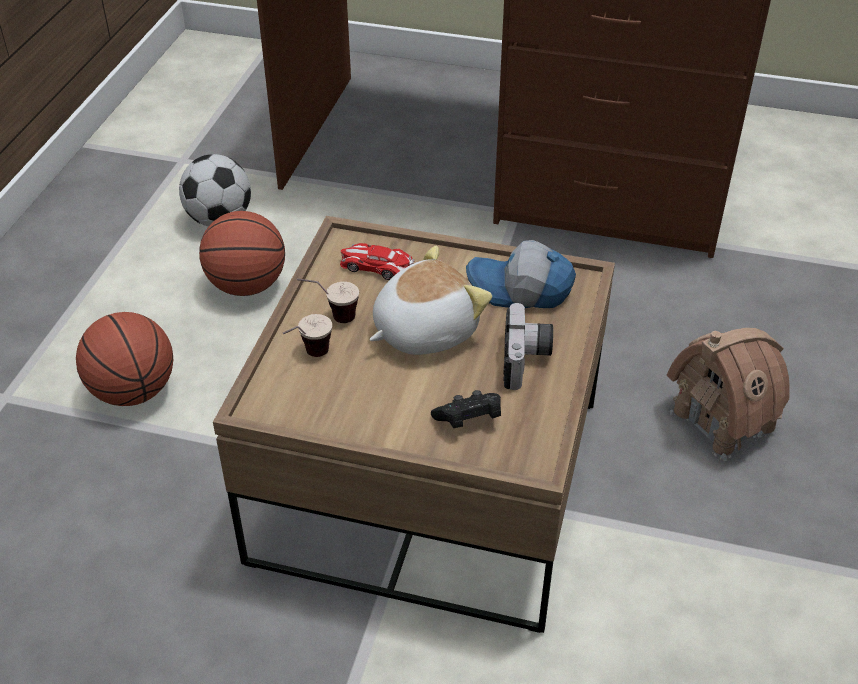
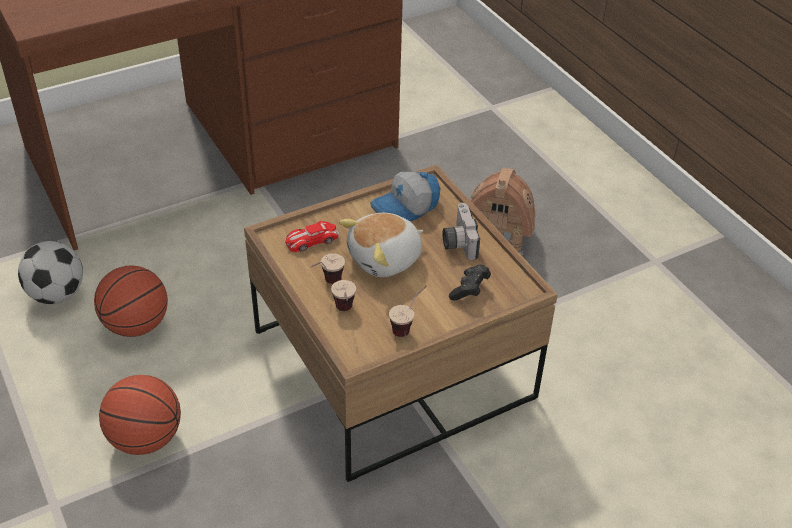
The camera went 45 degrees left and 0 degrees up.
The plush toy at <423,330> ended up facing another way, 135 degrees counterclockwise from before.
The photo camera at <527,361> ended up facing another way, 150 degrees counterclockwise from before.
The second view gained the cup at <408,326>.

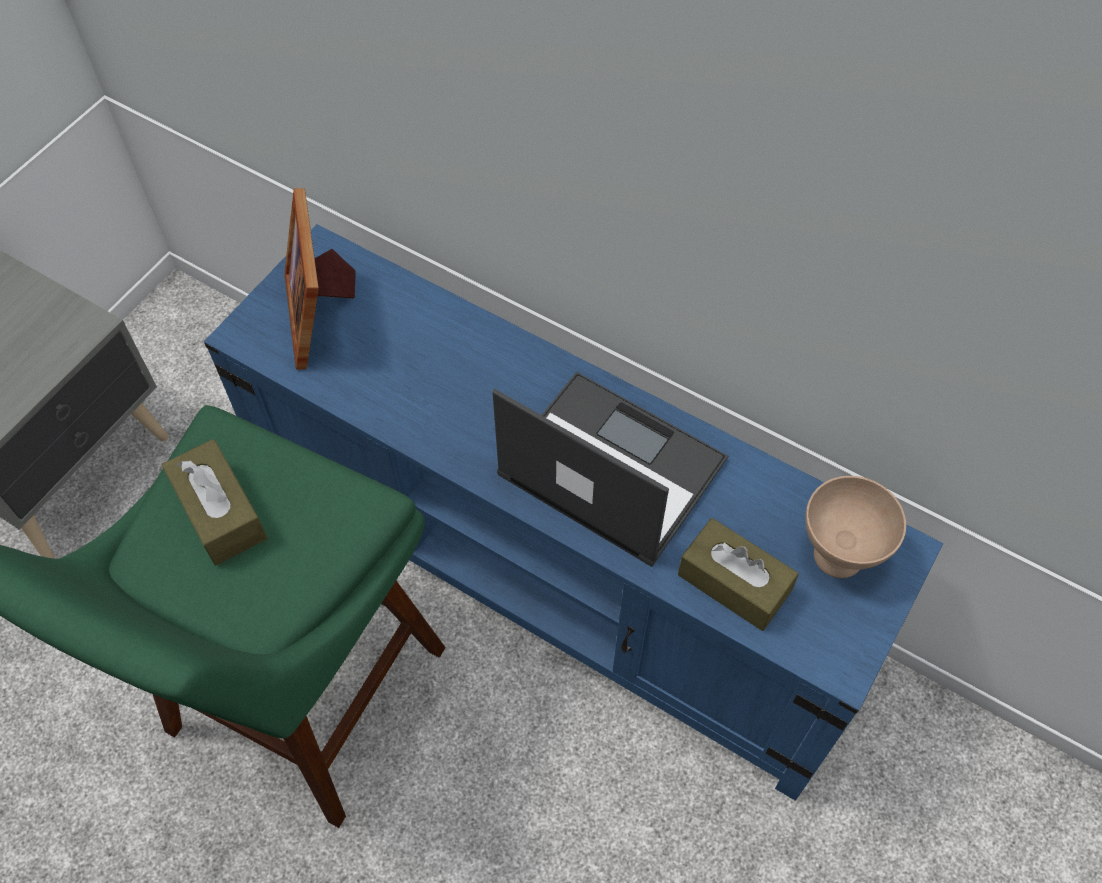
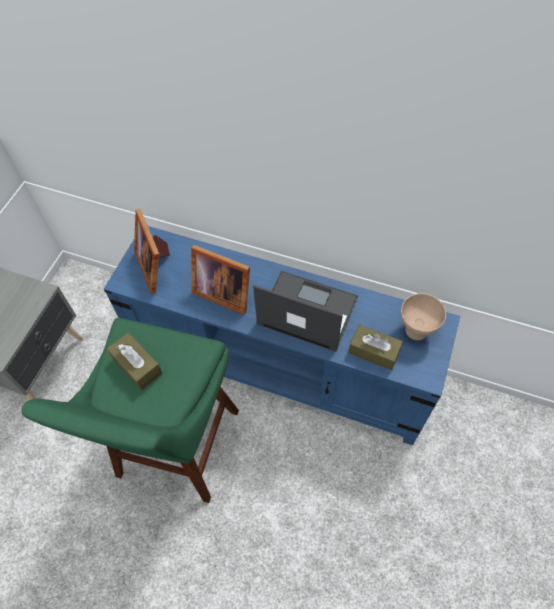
The camera went 10 degrees left and 0 degrees up.
The second view gained the picture frame at <222,291>.

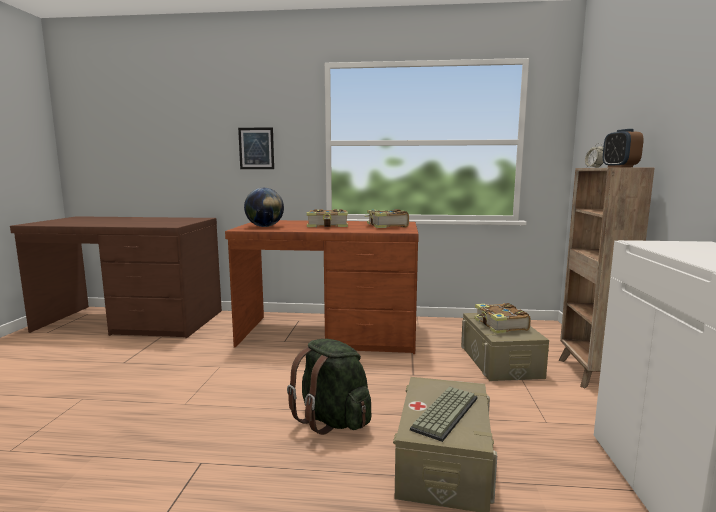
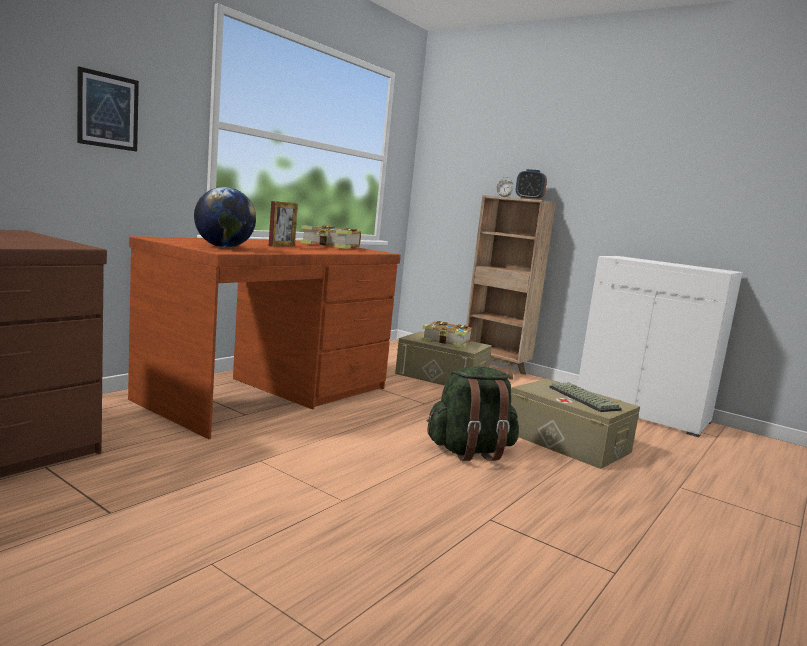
The camera went 60 degrees left and 0 degrees up.
Where the book stood at <328,226>, the picture frame came to stand at <281,246>.

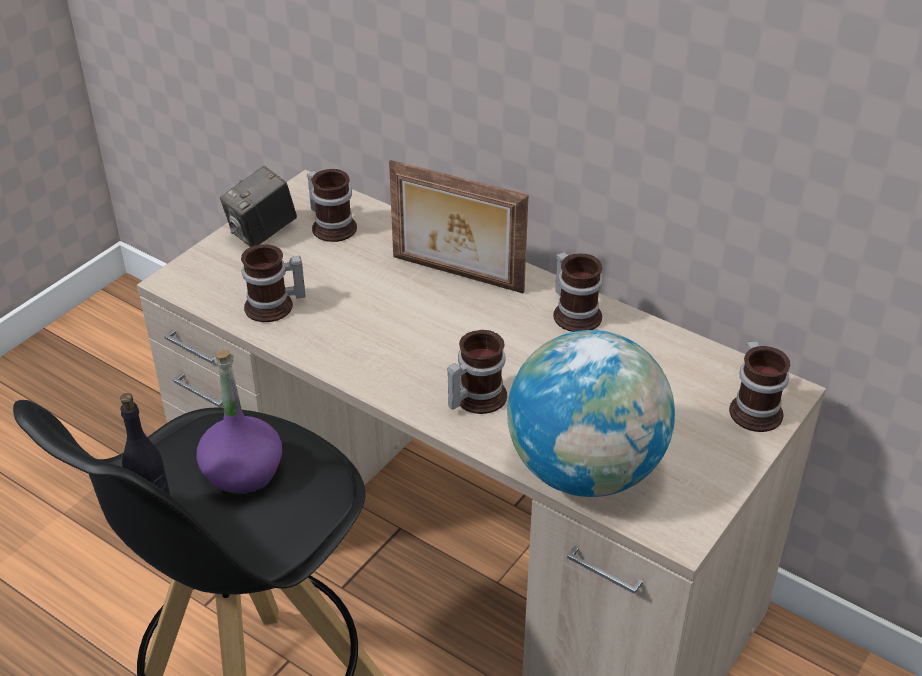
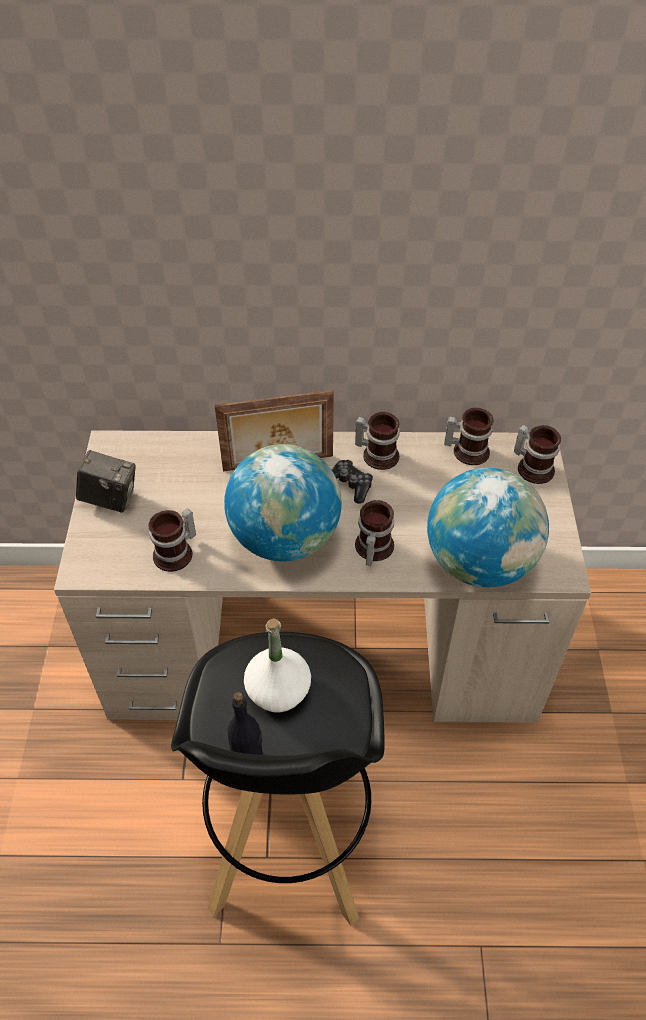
The camera went 35 degrees left and 10 degrees up.
The photo camera at <262,233> ended up facing another way, 90 degrees counterclockwise from before.
The mug ended up elsewhere, having gone from <333,225> to <467,450>.
What was the purple bottle at <242,473> turned into the white bottle at <278,690>.
The second view gained the globe at <285,538>.
The second view gained the game controller at <350,485>.

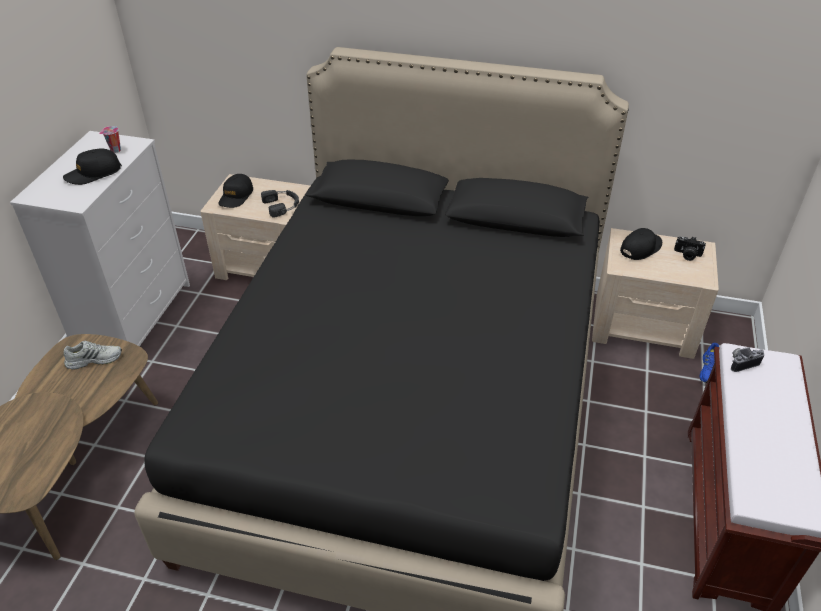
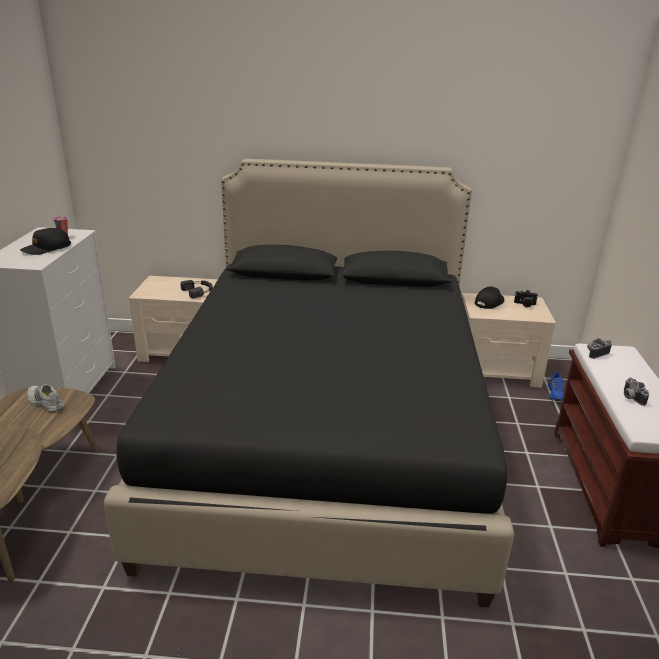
The camera went 10 degrees left and 15 degrees down.
The second view lost the black cap at <236,196>.
The white shoe at <94,359> ended up facing another way, 120 degrees counterclockwise from before.
The second view gained the photo camera at <630,397>.

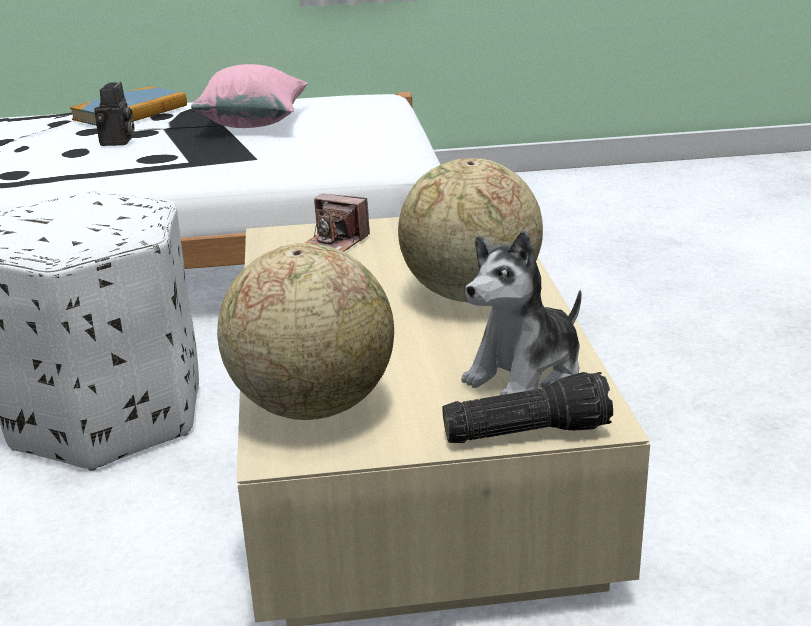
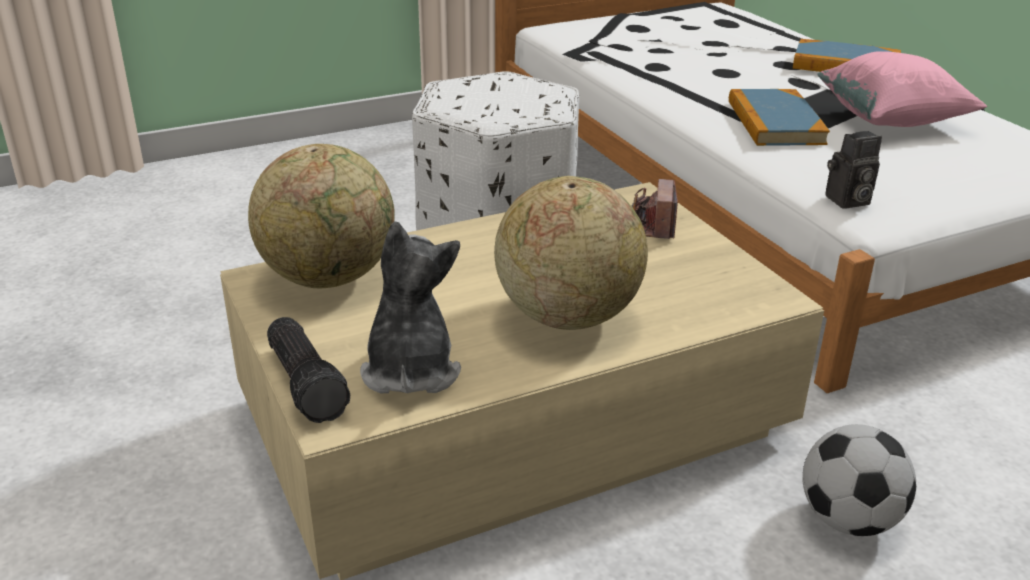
The camera went 70 degrees right and 5 degrees up.
The photo camera ended up elsewhere, having gone from <118,142> to <847,201>.
The plush toy at <526,375> ended up facing another way, 60 degrees clockwise from before.
The second view gained the book at <775,123>.
The second view gained the football at <847,519>.

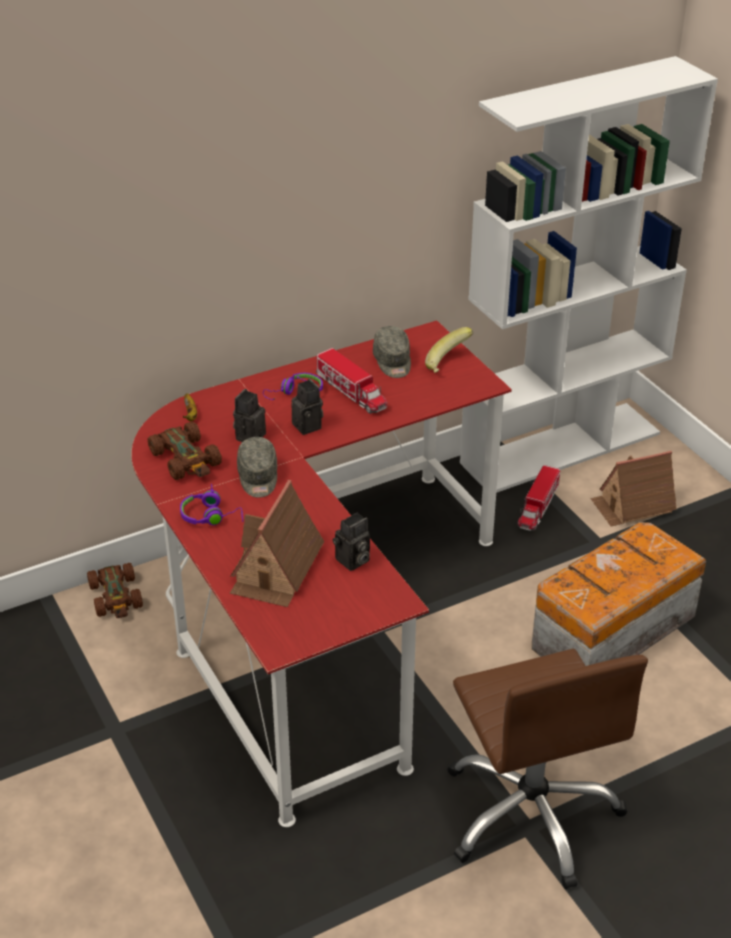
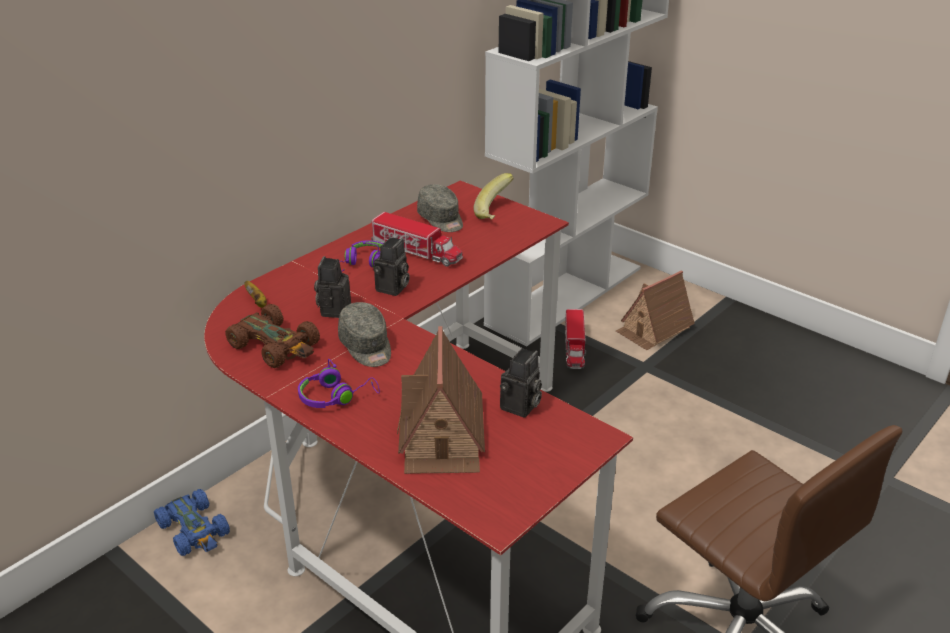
The camera went 20 degrees left and 5 degrees down.
The photo camera at <309,426> ended up facing another way, 75 degrees clockwise from before.
The second view lost the storage box at <609,632>.
What was the brown toy car at <116,597> turned into the blue toy car at <194,530>.

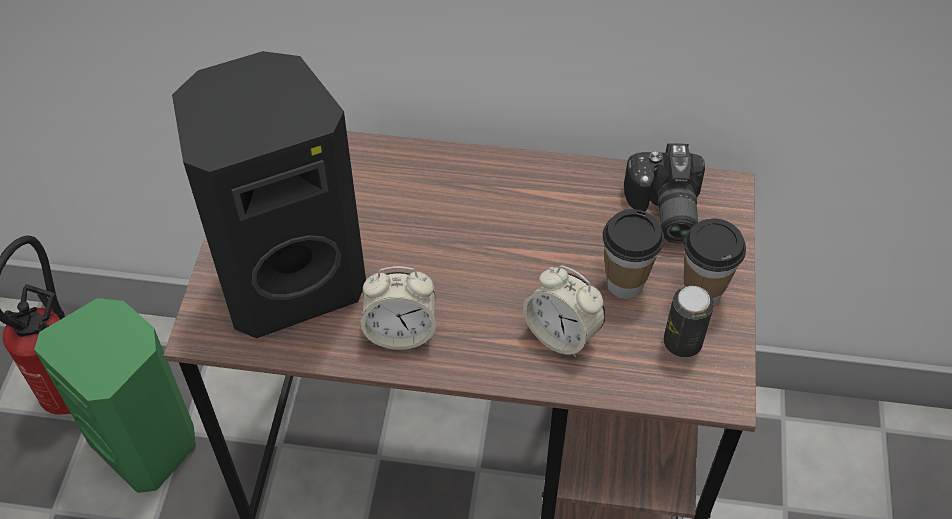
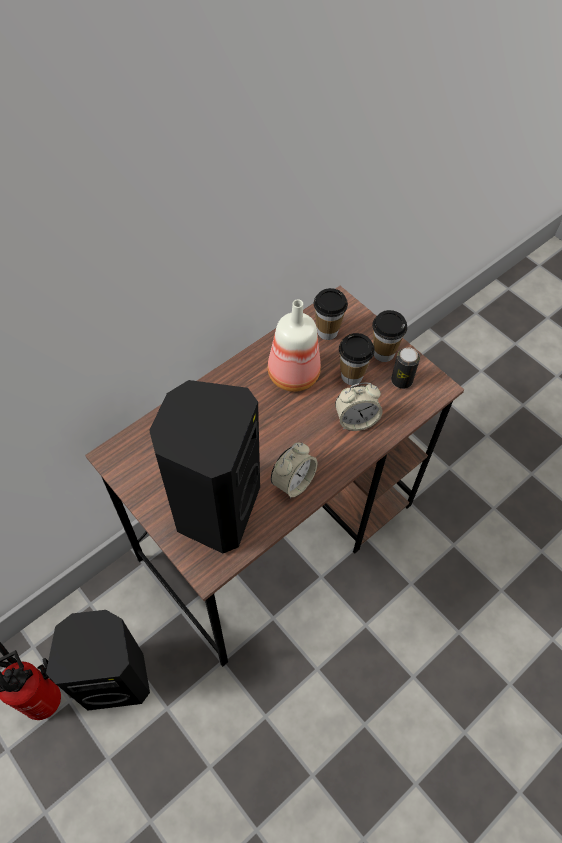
The camera went 50 degrees left and 5 degrees up.
Where the photo camera stood at <663,211>, the cup came to stand at <327,332>.
What was the green speaker at <148,442> turned into the black speaker at <115,677>.
The second view gained the bottle at <292,375>.

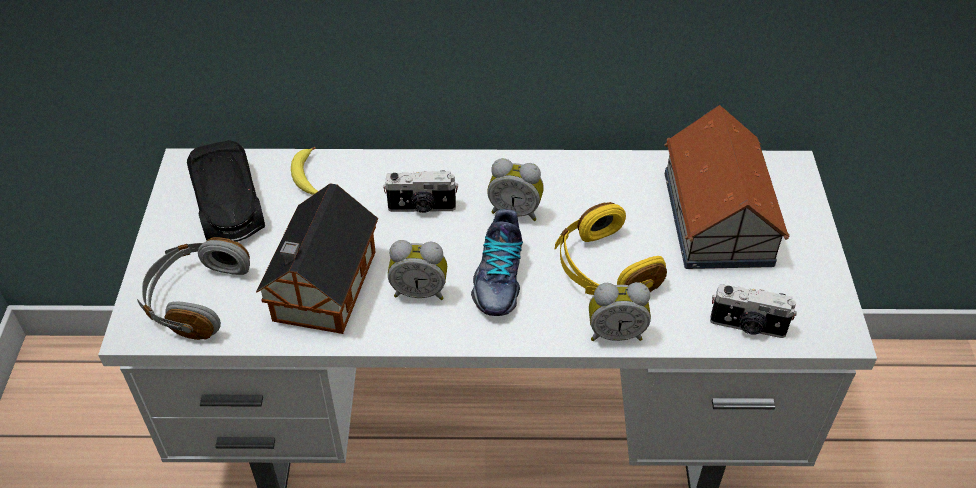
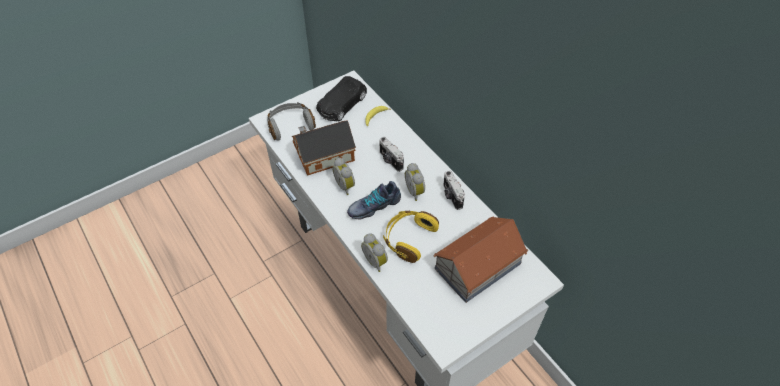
The camera went 55 degrees right and 5 degrees up.
The photo camera ended up elsewhere, having gone from <747,326> to <451,196>.

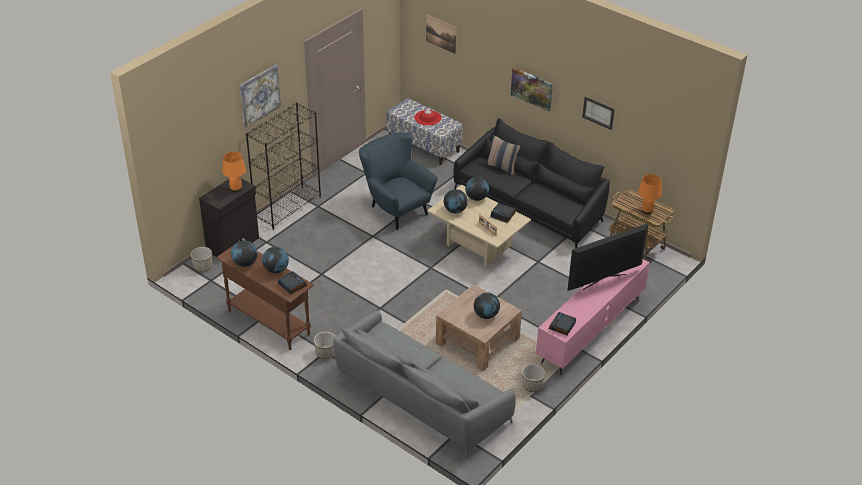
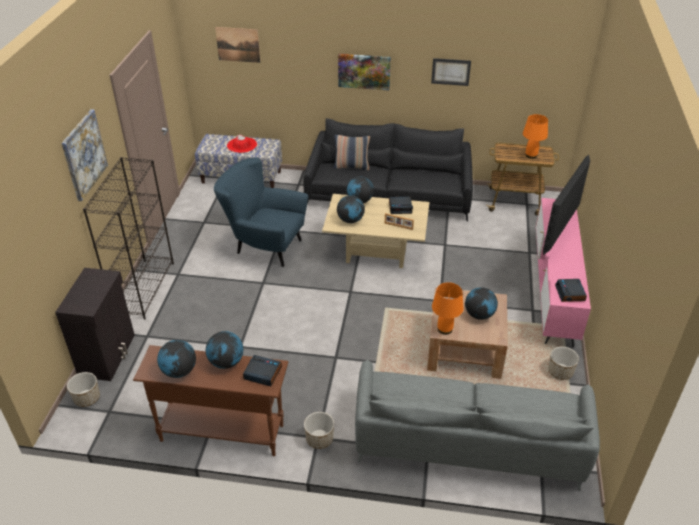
The camera went 30 degrees left and 0 degrees up.
The orange table lamp ended up elsewhere, having gone from <236,188> to <445,329>.

